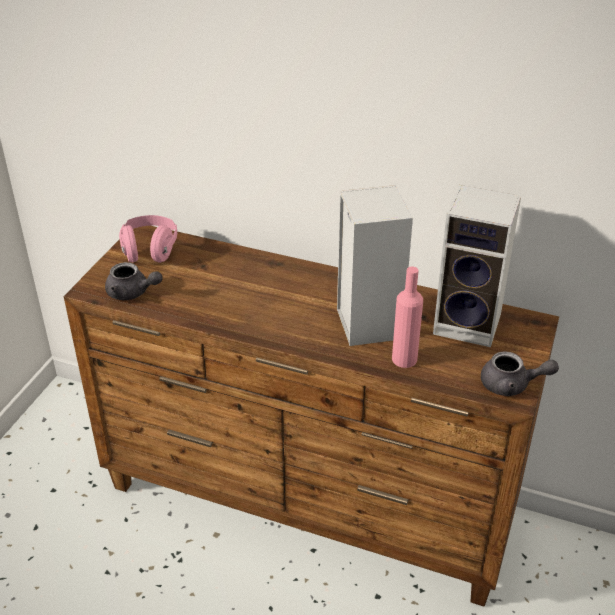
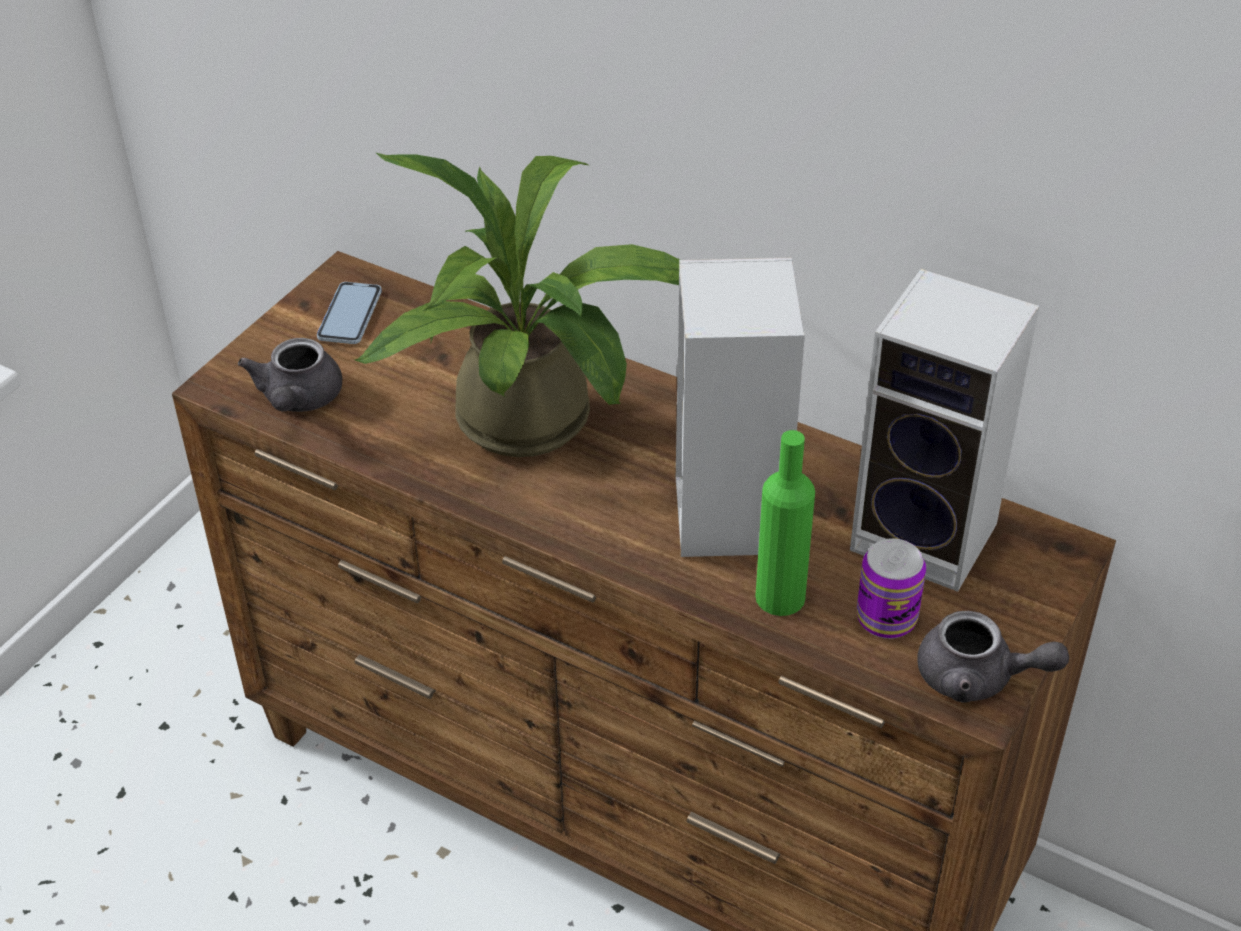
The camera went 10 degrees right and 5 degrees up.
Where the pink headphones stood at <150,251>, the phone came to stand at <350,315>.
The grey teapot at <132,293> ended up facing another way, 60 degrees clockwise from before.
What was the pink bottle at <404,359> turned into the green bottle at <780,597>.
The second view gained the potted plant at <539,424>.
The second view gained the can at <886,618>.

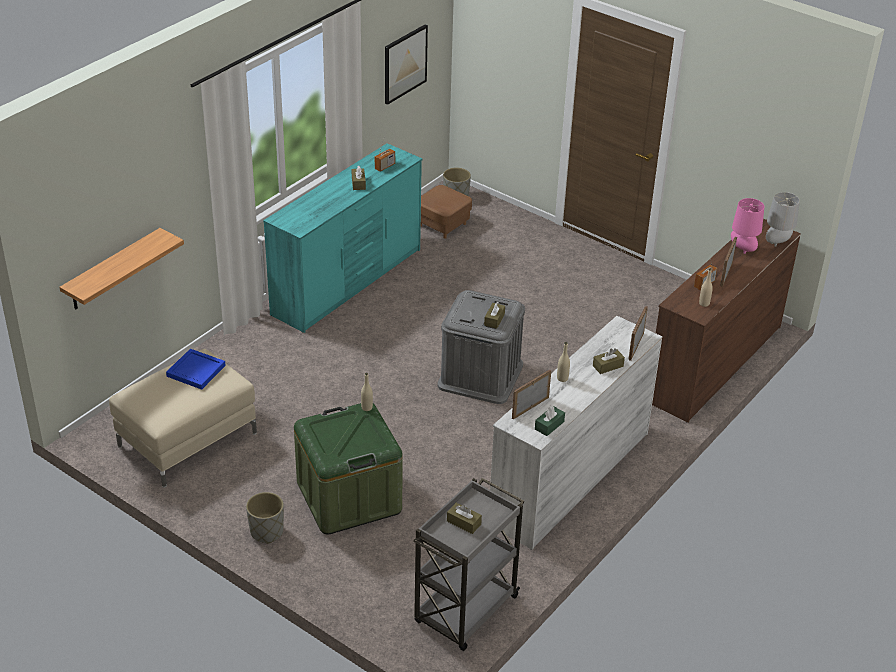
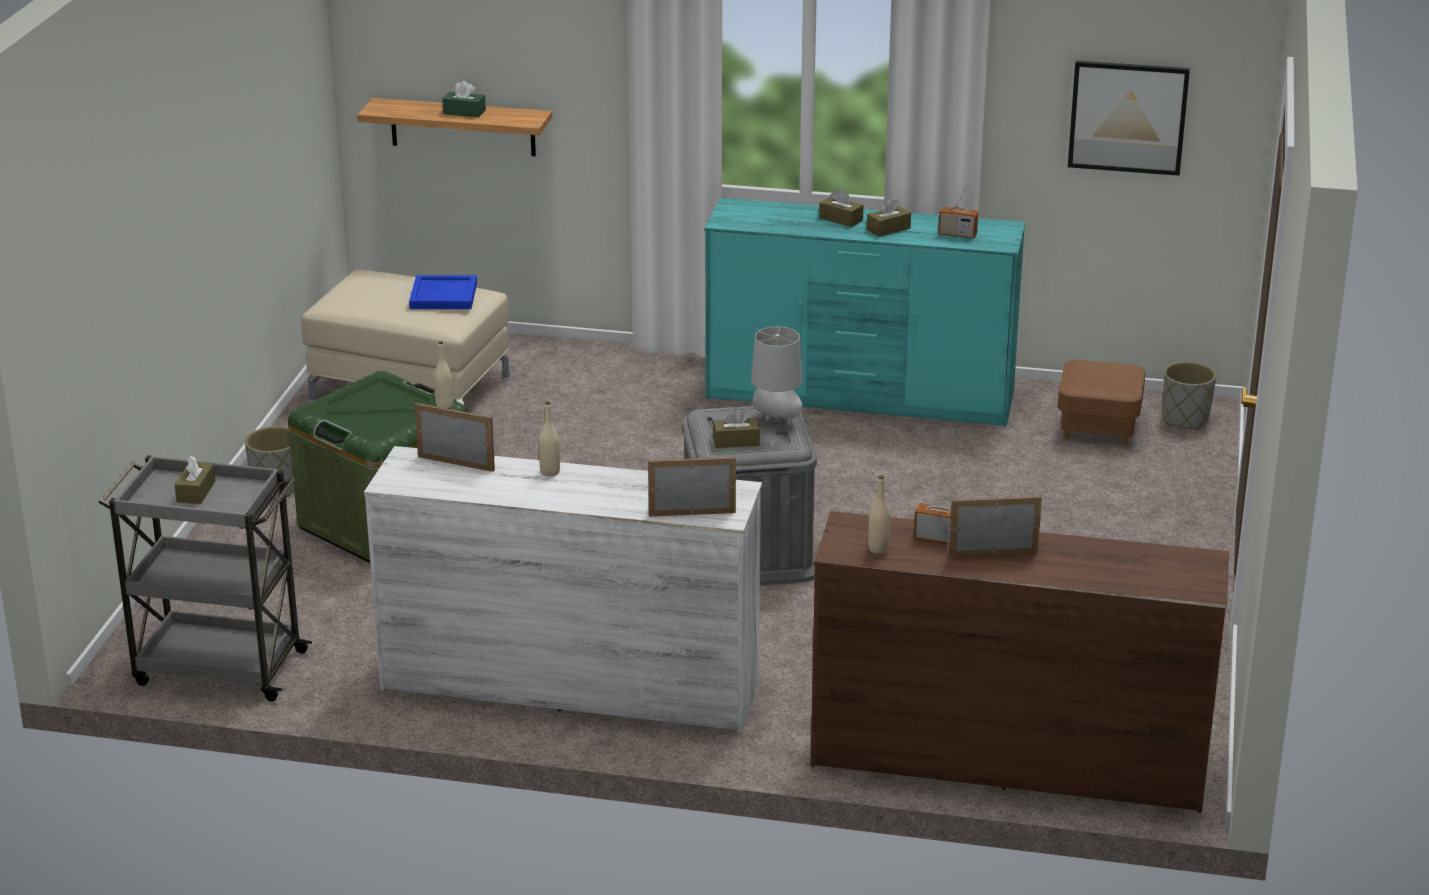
The camera went 65 degrees right and 10 degrees down.
The grey table lamp ended up elsewhere, having gone from <777,243> to <776,420>.
The second view lost the pink table lamp at <742,250>.
The brown tissue box ended up elsewhere, having gone from <608,366> to <841,219>.
The green tissue box ended up elsewhere, having gone from <549,425> to <464,112>.

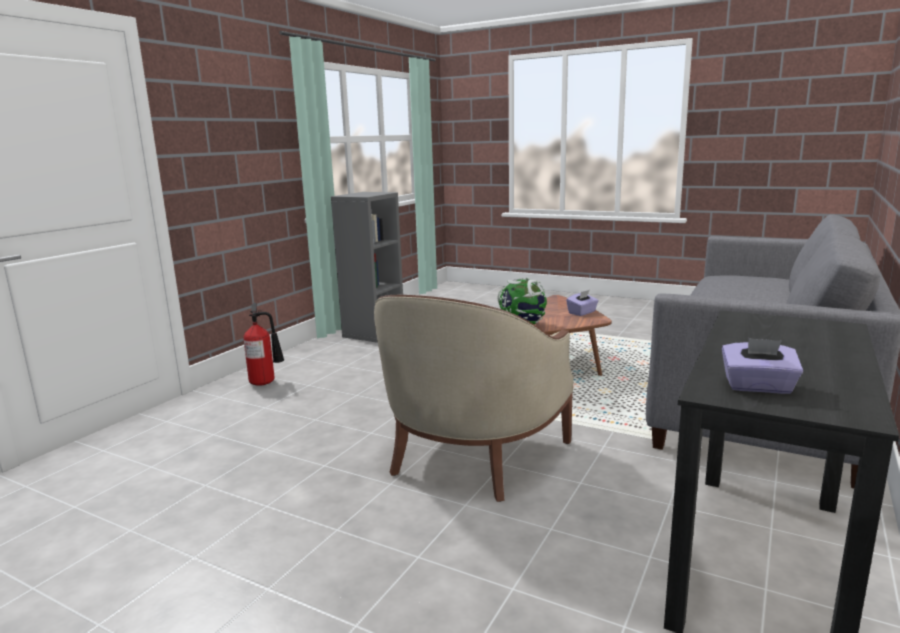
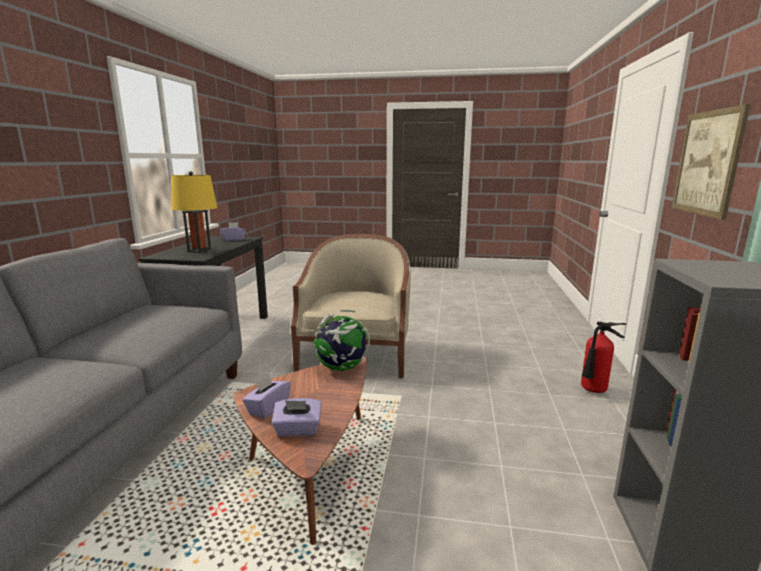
The camera went 160 degrees right and 0 degrees up.
The second view gained the picture at <707,163>.
The second view gained the yellow table lamp at <199,250>.
The second view gained the purple tissue box at <298,430>.

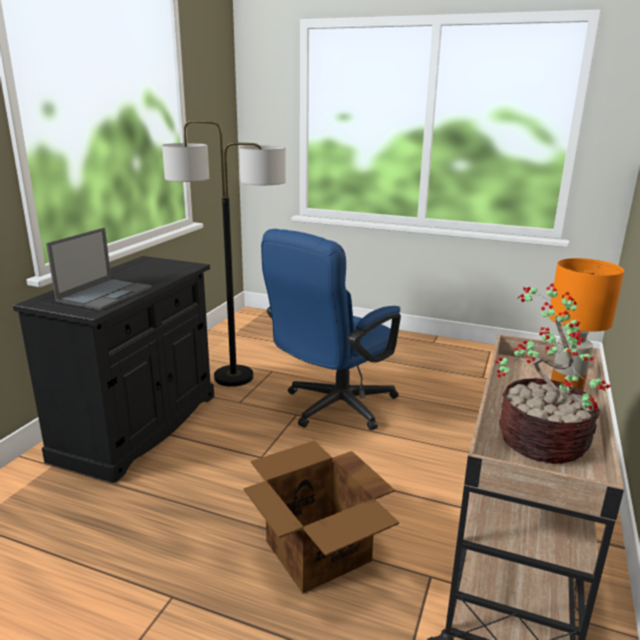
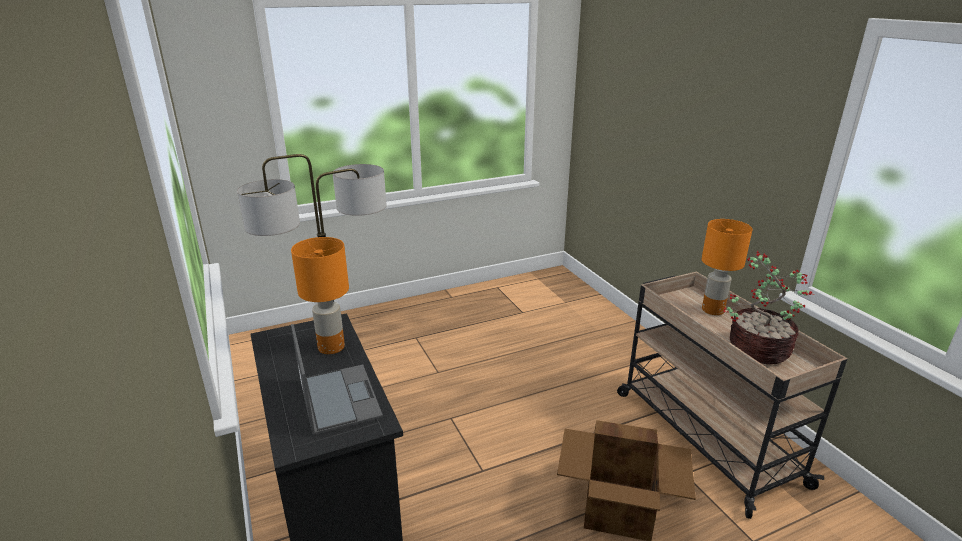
The camera went 45 degrees left and 5 degrees up.
The second view lost the blue office chair at <332,408>.
The second view gained the orange table lamp at <331,347>.

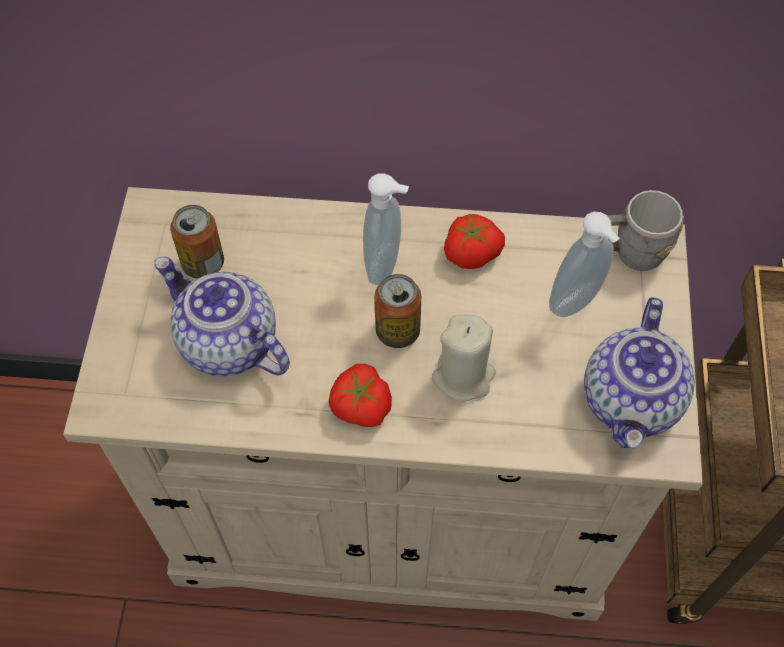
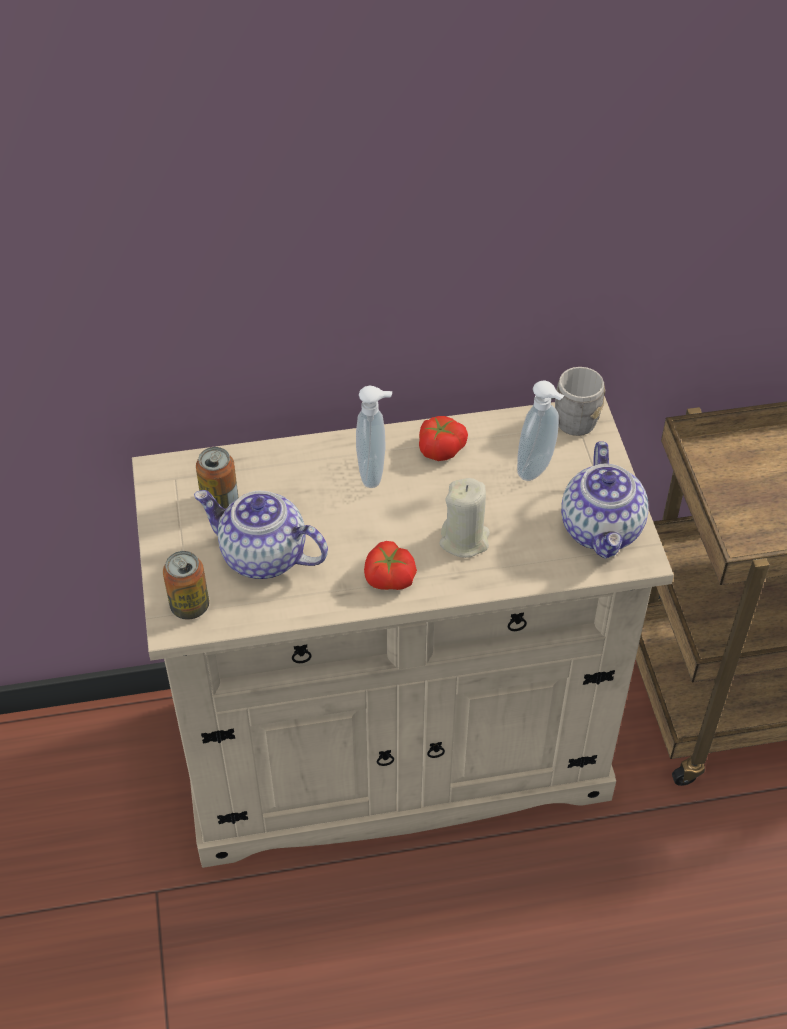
The camera went 15 degrees left and 10 degrees down.
The can ended up elsewhere, having gone from <397,331> to <189,606>.

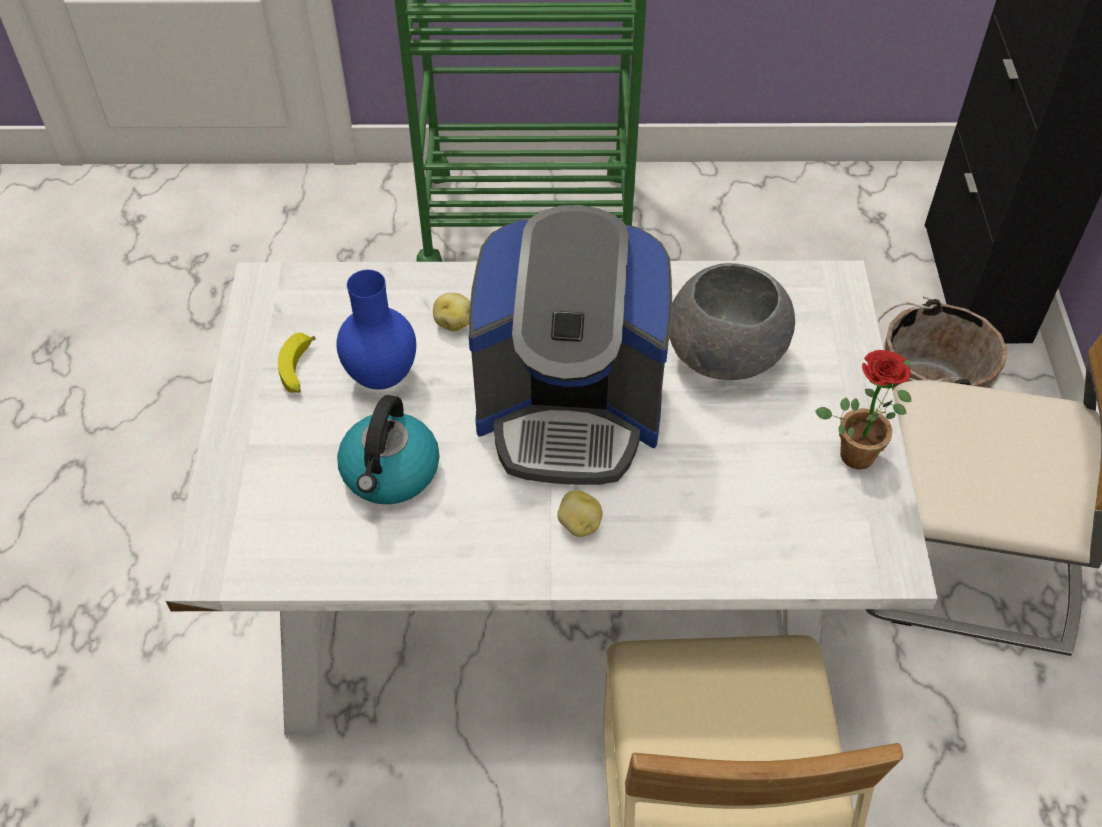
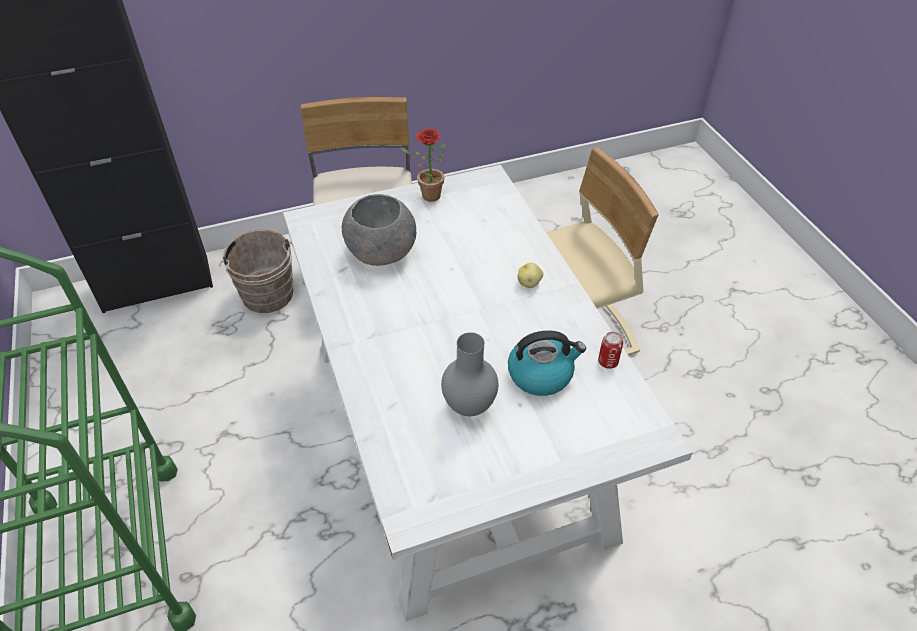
The camera went 110 degrees left and 5 degrees down.
The second view lost the coffee machine at <570,410>.
What was the blue vase at <381,378> turned into the grey vase at <470,406>.
The second view lost the potato at <454,322>.
The second view lost the banana at <298,370>.
The second view gained the can at <608,362>.

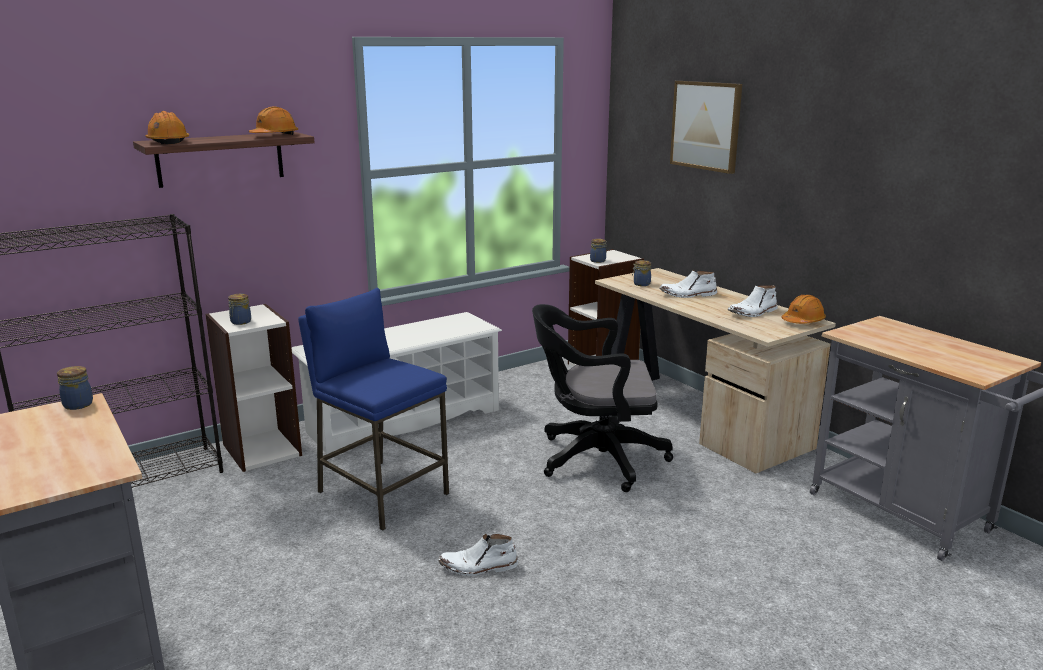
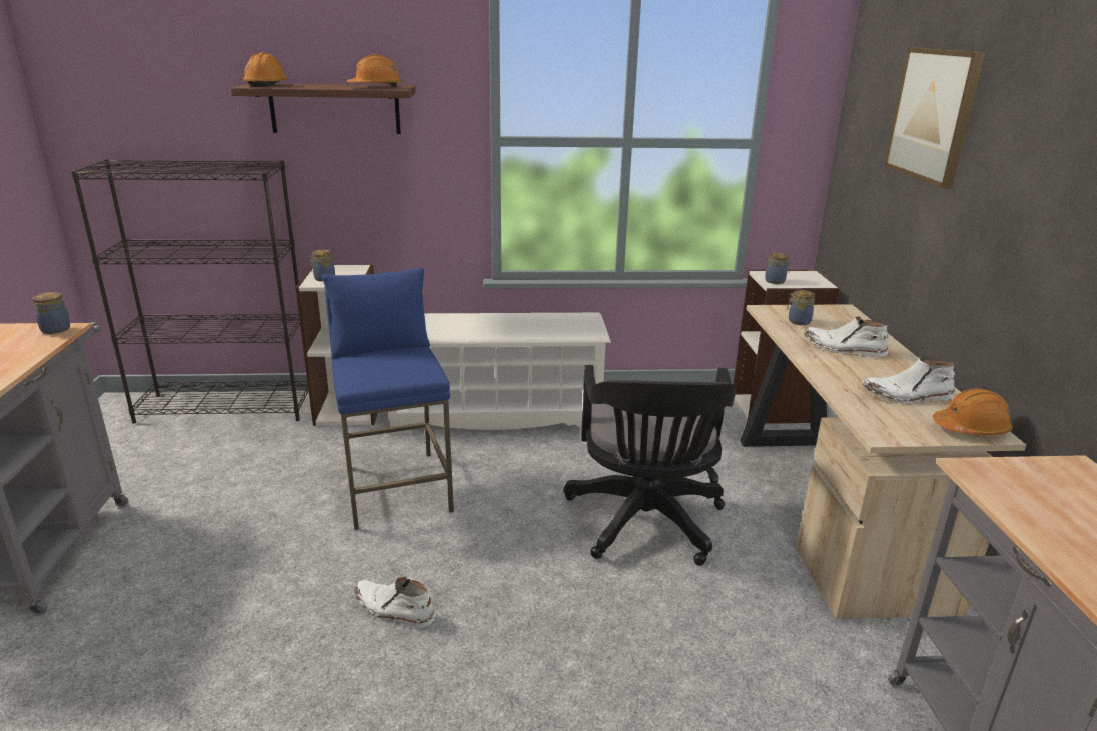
The camera went 30 degrees right and 5 degrees up.
The black office chair at <594,459> ended up facing another way, 120 degrees counterclockwise from before.

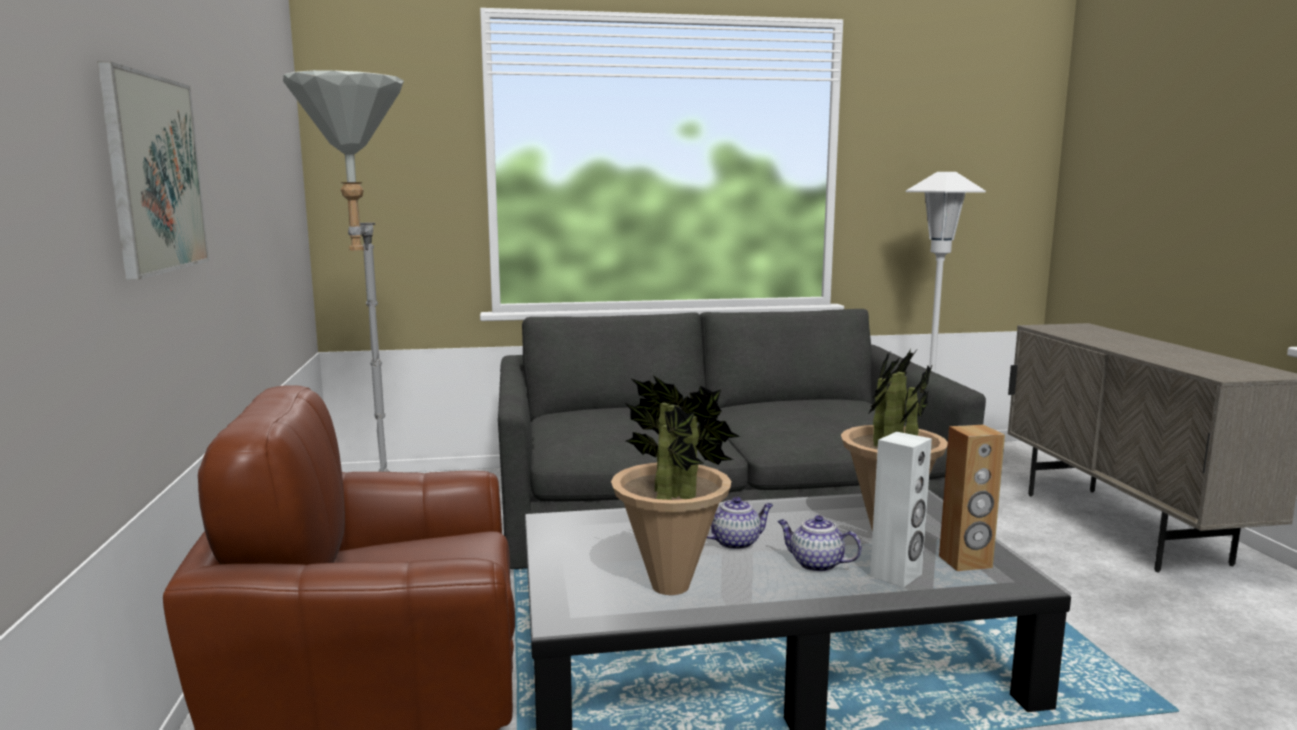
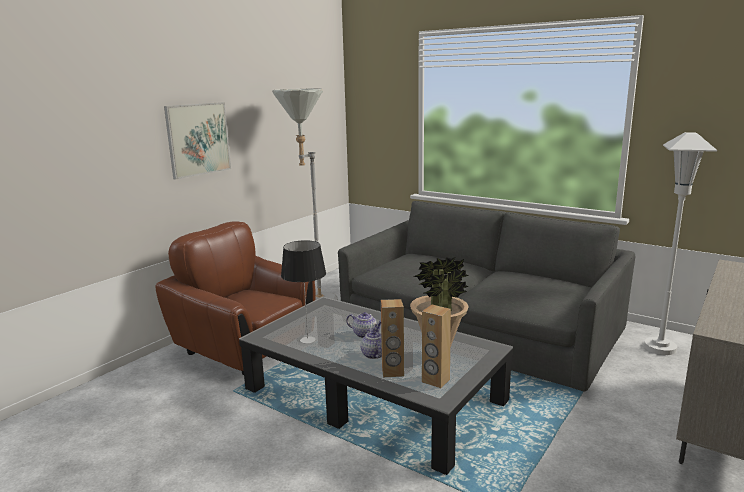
The camera went 45 degrees right and 5 degrees up.
Where the potted plant stood at <671,586>, the table lamp came to stand at <308,340>.
What was the white speaker at <896,575> turned into the brown speaker at <392,372>.

